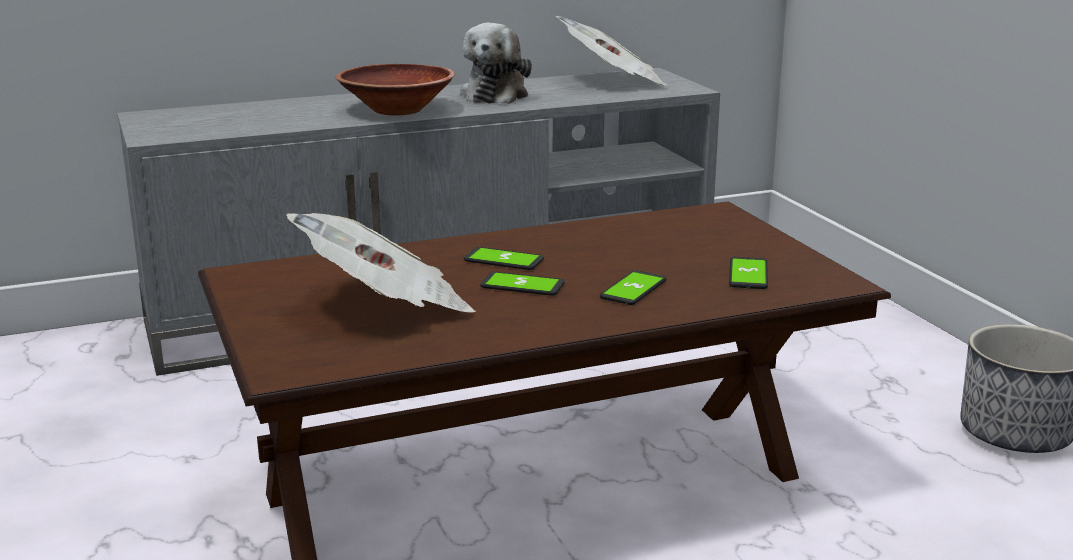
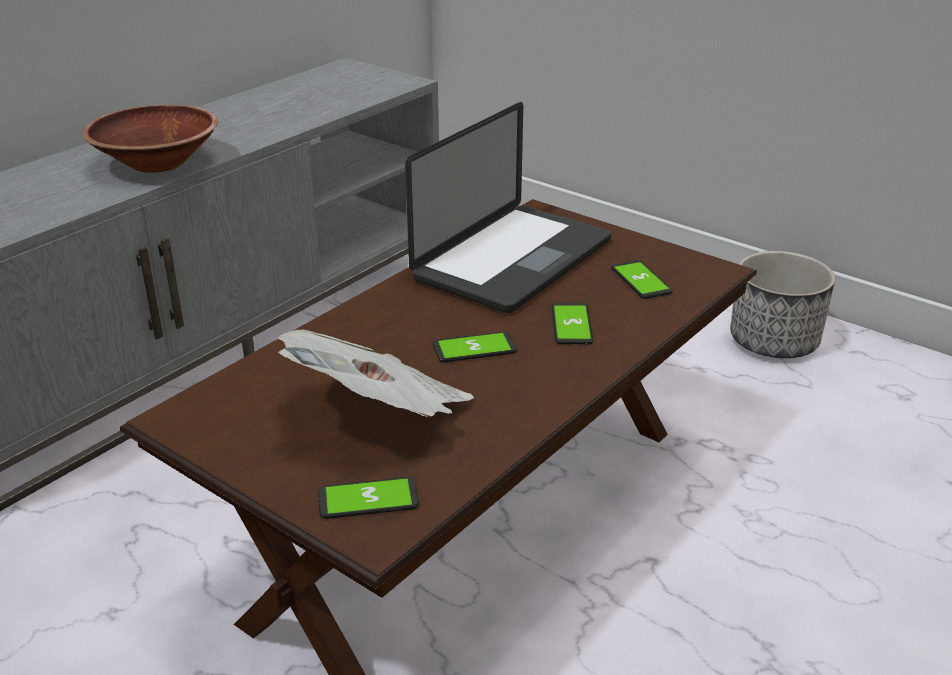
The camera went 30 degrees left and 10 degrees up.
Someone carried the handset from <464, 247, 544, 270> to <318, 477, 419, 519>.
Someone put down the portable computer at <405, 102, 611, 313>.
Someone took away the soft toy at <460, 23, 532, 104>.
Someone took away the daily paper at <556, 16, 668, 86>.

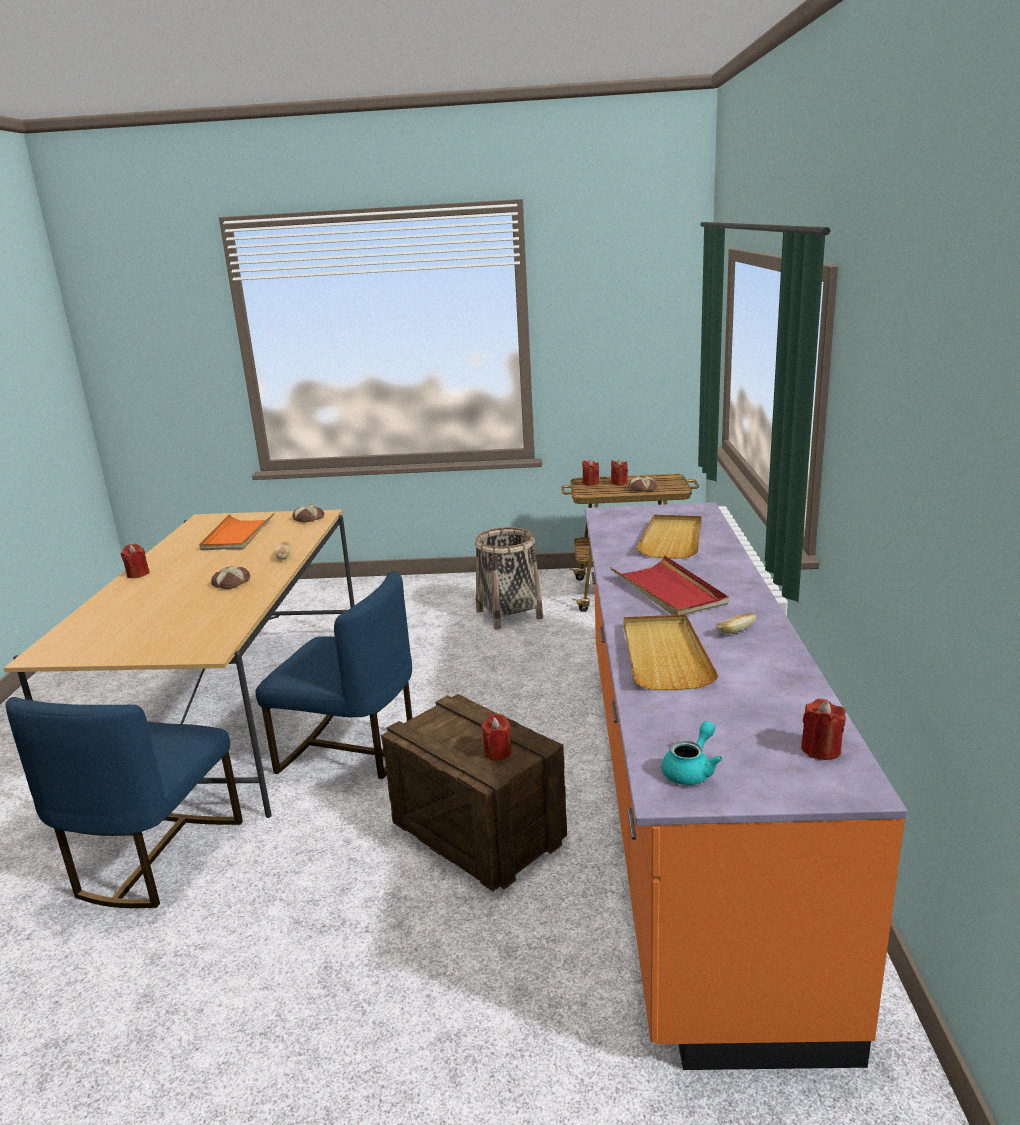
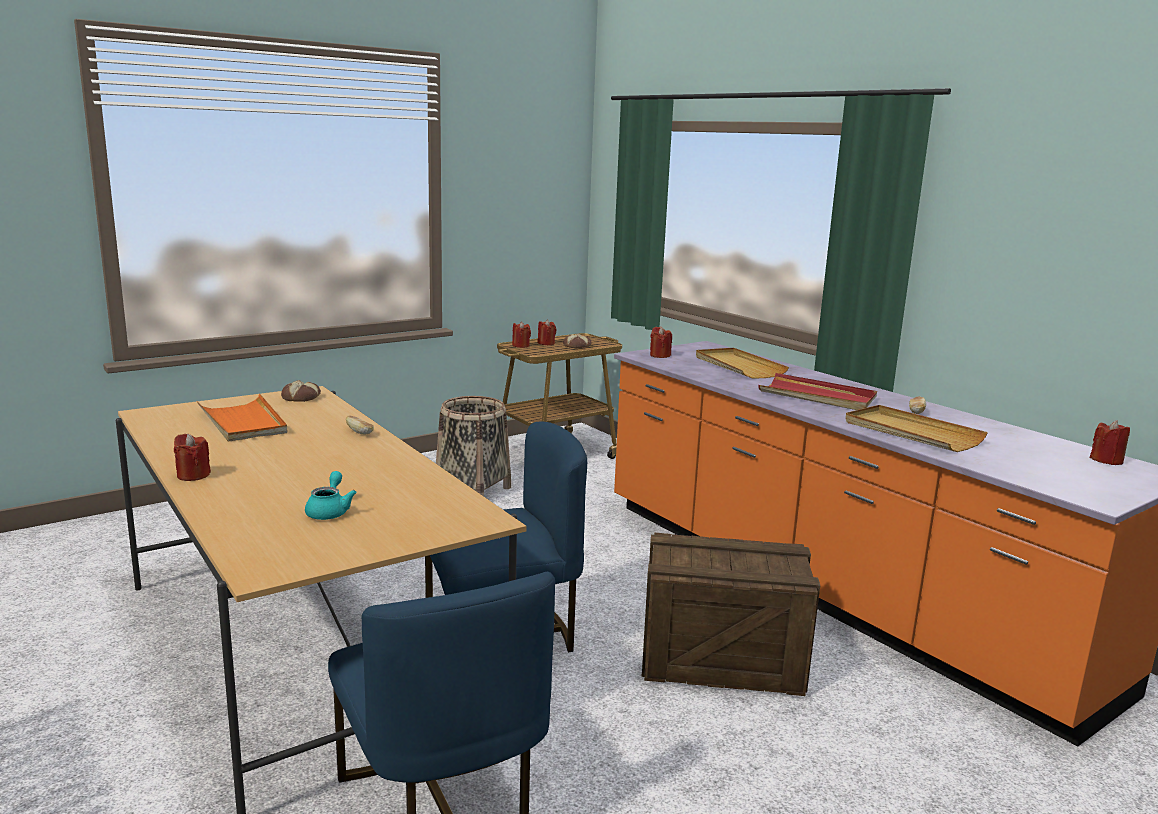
The camera went 40 degrees left and 5 degrees down.
Someone carried the pot for tea (blue-green) from <661, 721, 722, 785> to <305, 471, 356, 520>.
Someone carried the wax candle (red) from <482, 713, 512, 761> to <650, 326, 672, 358>.
Someone took away the bakery bread at <211, 566, 250, 589>.

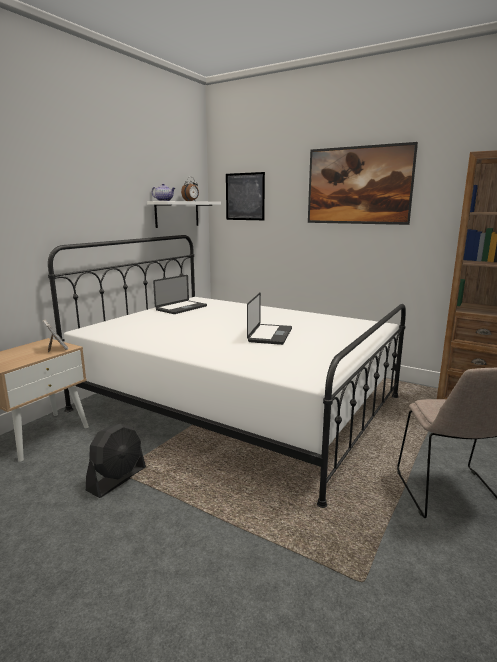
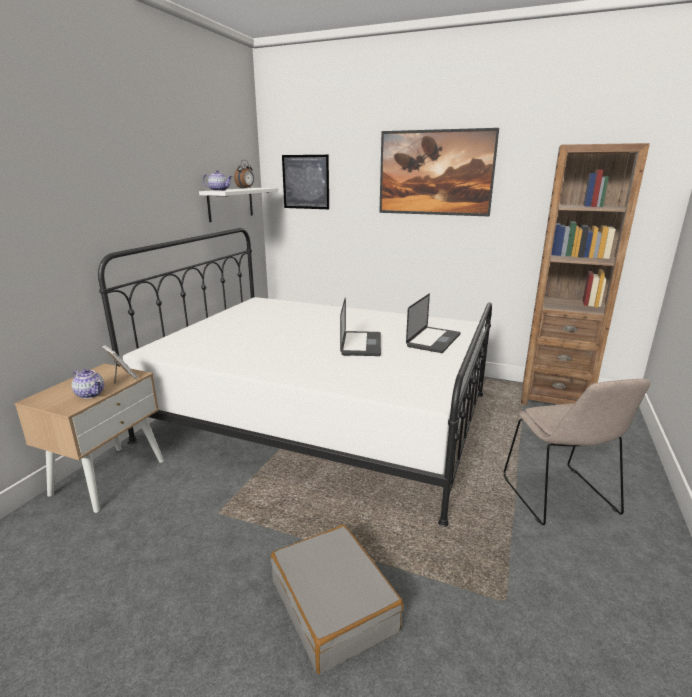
The camera went 10 degrees left and 5 degrees up.
Someone put down the pot for tea at <72, 369, 104, 399>.
Someone put down the travel case (grey) at <271, 525, 403, 674>.
Someone carried the portable computer from <153, 275, 207, 314> to <406, 294, 461, 353>.
Someone took away the electric fan (blackish) at <86, 424, 146, 498>.

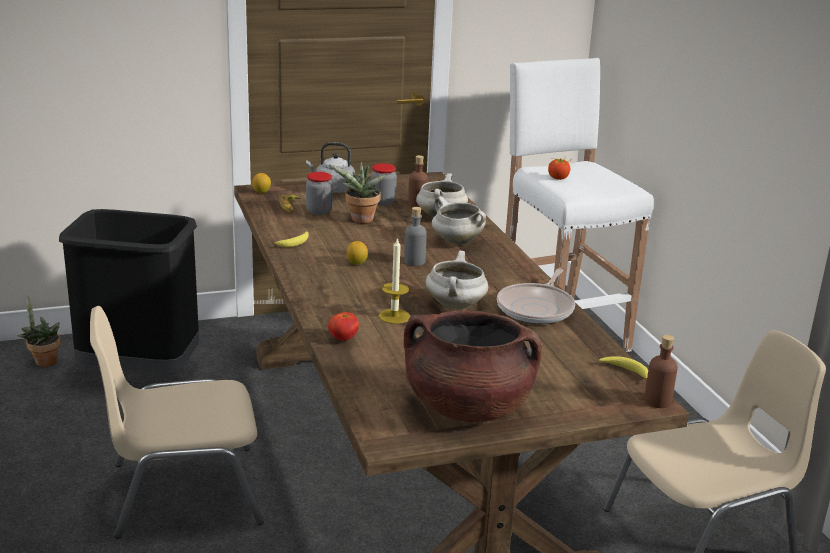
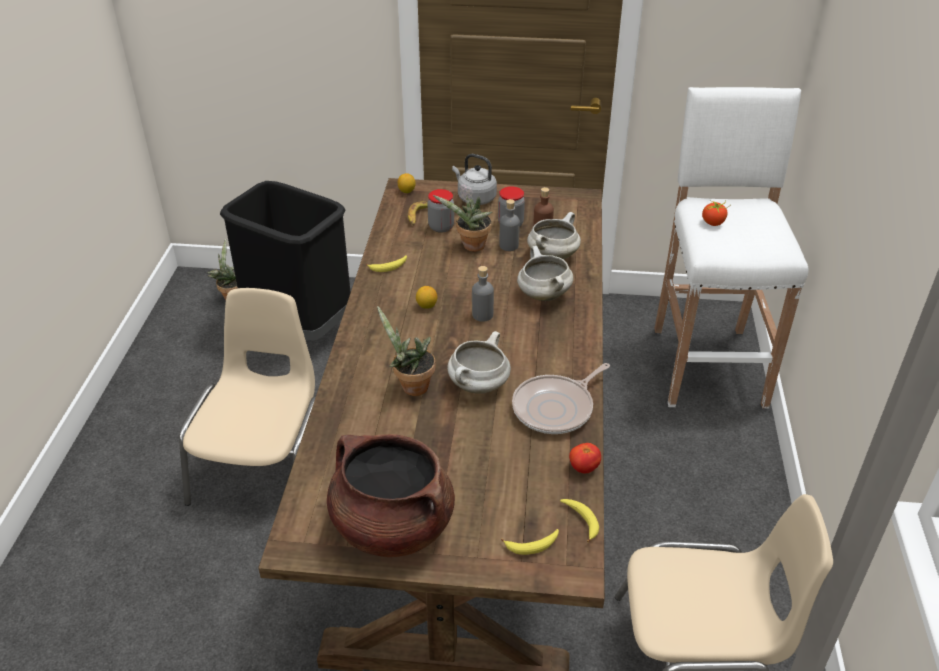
The camera went 25 degrees right and 15 degrees up.
Someone rotated the upright chair (sand-coloured) at <90, 306, 264, 539> by 90 degrees clockwise.
Someone swapped the wax candle at <379, 237, 410, 324> for the potted plant at <377, 306, 435, 396>.
Someone put down the bottle (grey) at <499, 199, 520, 251>.
Someone put down the whole banana at <501, 529, 559, 555>.
Someone carried the fresh tomato from <328, 312, 359, 341> to <569, 443, 601, 474>.
Someone took away the bottle (brown-coloured) at <644, 335, 678, 408>.

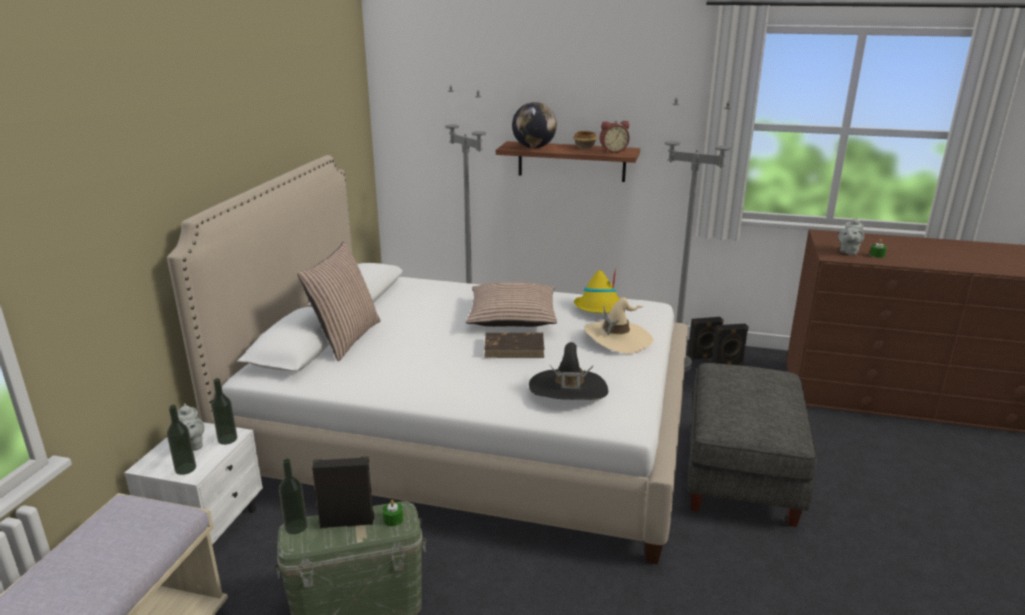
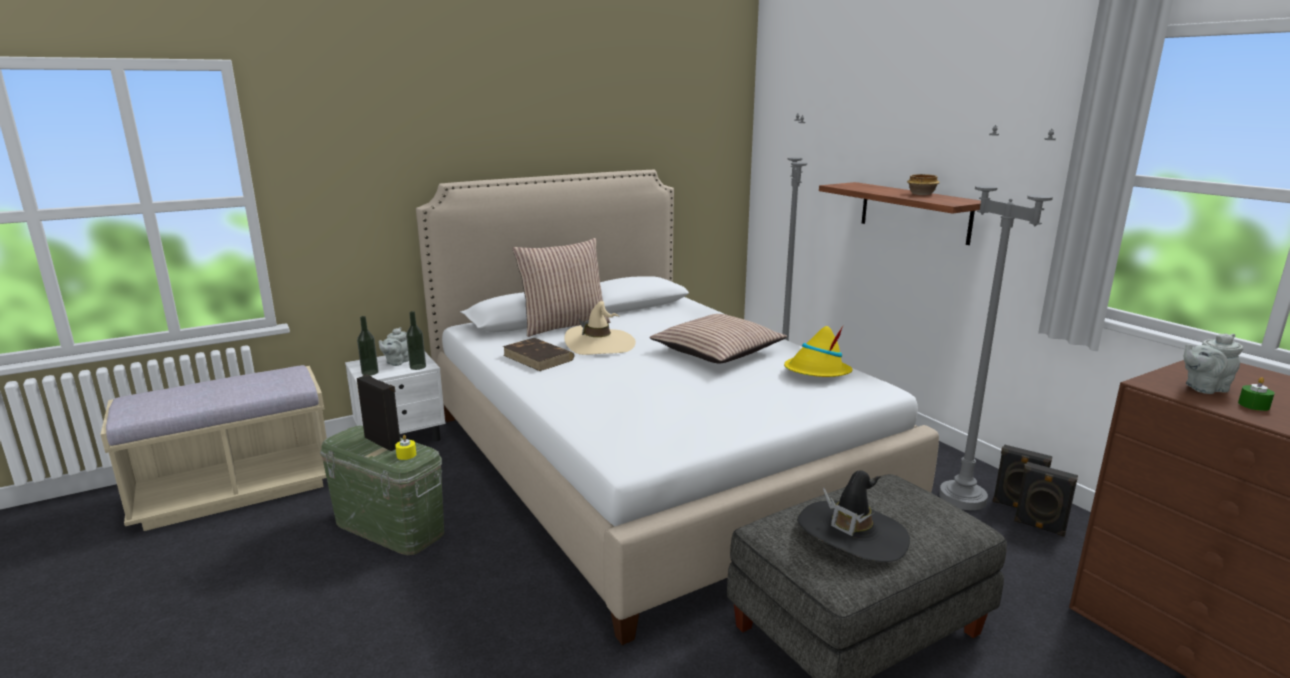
The camera went 45 degrees right and 5 degrees down.
Someone repainted the wax candle (greenish) at <382, 500, 404, 526>, which became the wax candle (yellow-coloured) at <395, 435, 416, 460>.
Someone carried the book (brown-coloured) from <484, 332, 544, 358> to <502, 338, 574, 371>.
Someone carried the wearable hat (sand-coloured) from <584, 297, 653, 354> to <564, 301, 636, 355>.
Someone carried the wearable hat (blackish) from <529, 342, 608, 400> to <797, 470, 910, 562>.
Someone took away the bottle at <279, 459, 307, 534>.
Someone took away the globe at <512, 102, 557, 148>.
Someone took away the table clock at <600, 121, 630, 153>.

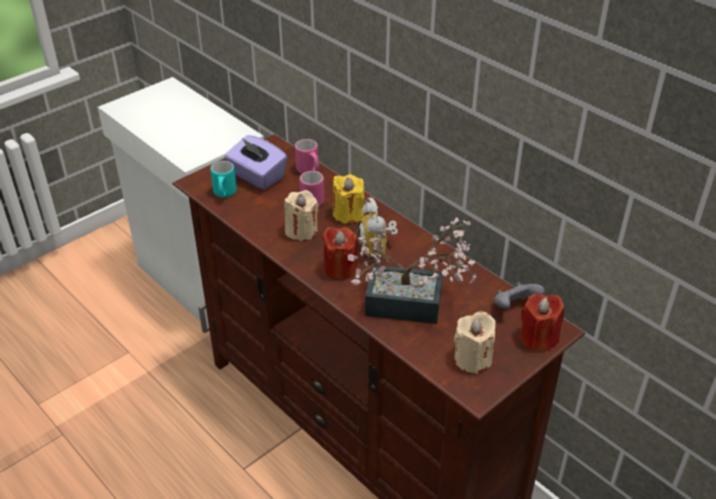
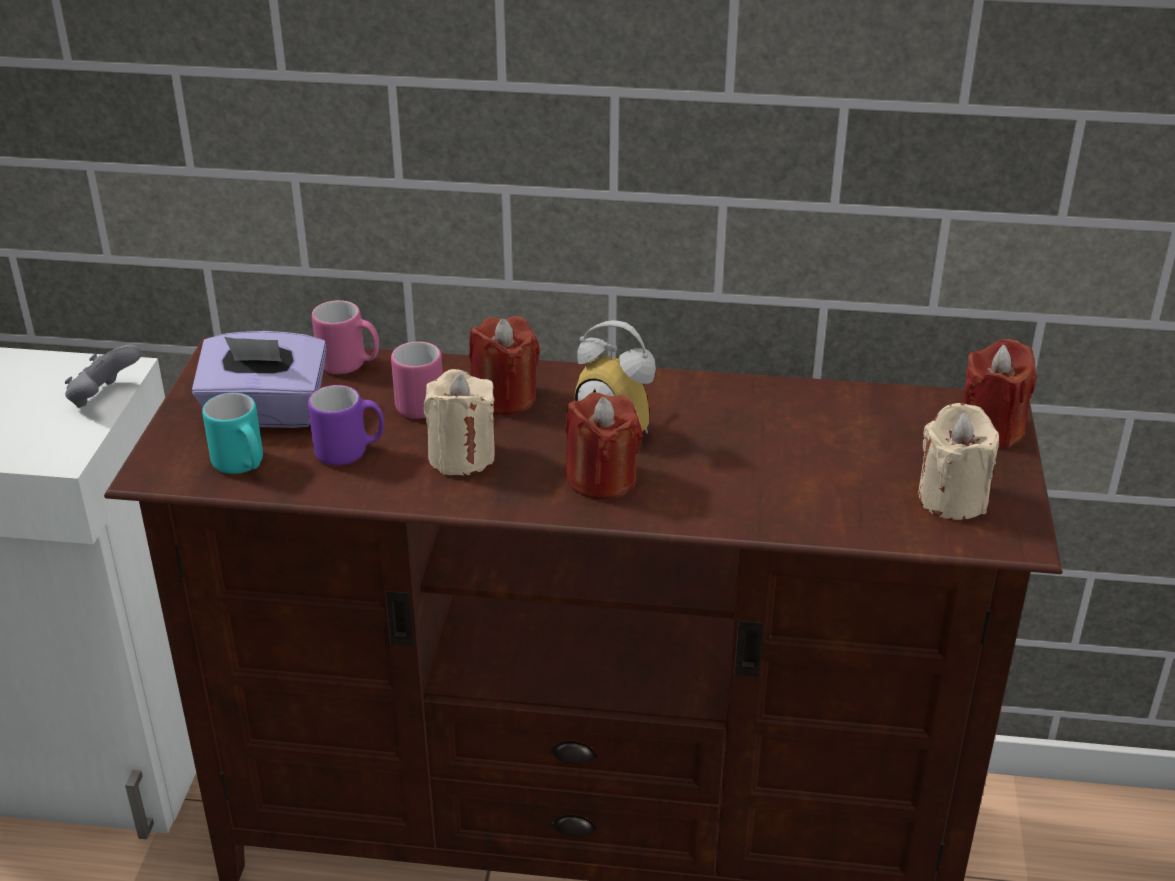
The camera went 40 degrees left and 5 degrees down.
Someone carried the gamepad (grey) from <494, 282, 545, 309> to <65, 345, 141, 408>.
Someone put down the tea mug (purple-coloured) at <308, 385, 384, 466>.
Someone repainted the wax candle (yellow-coloured) at <333, 174, 365, 224>, which became the wax candle (red) at <469, 316, 540, 415>.
Someone took away the potted plant at <348, 217, 476, 324>.

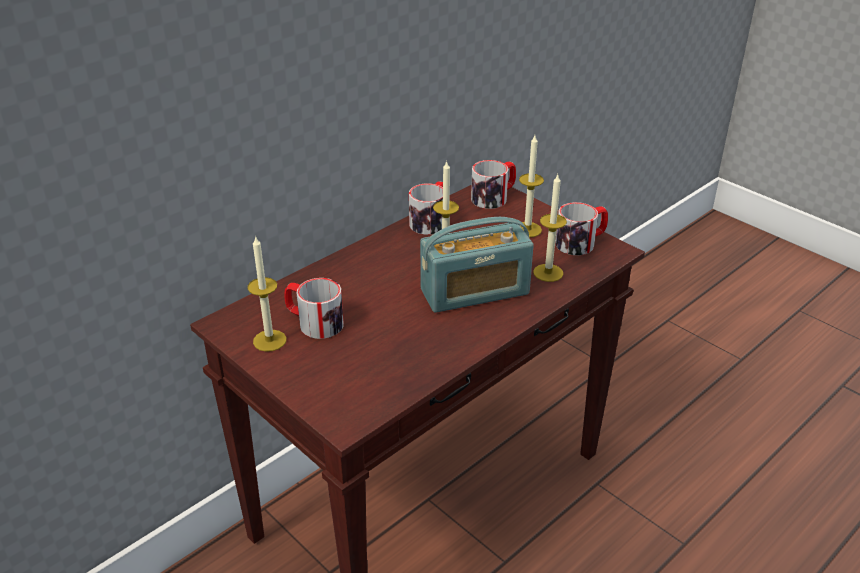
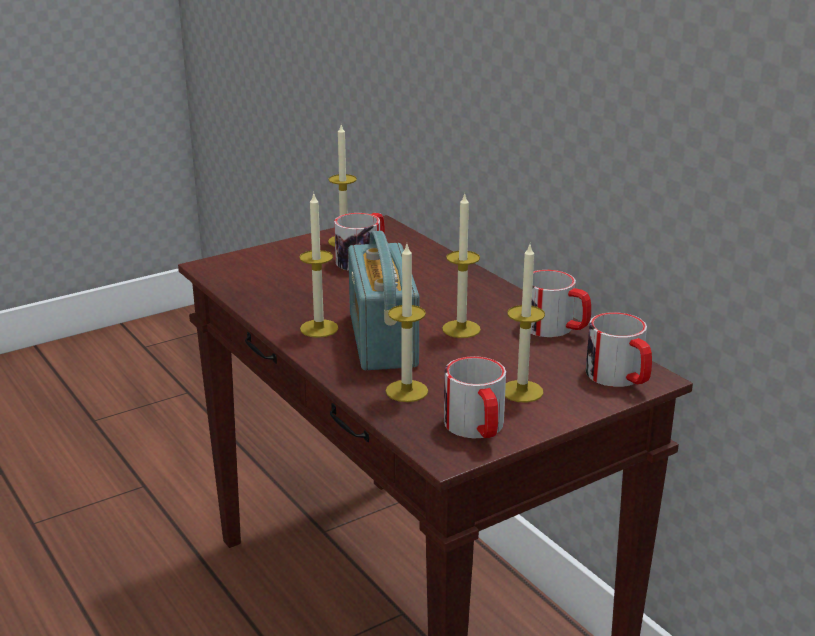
The camera went 100 degrees right and 10 degrees down.
Someone put down the wax candle at <299, 192, 338, 338>.

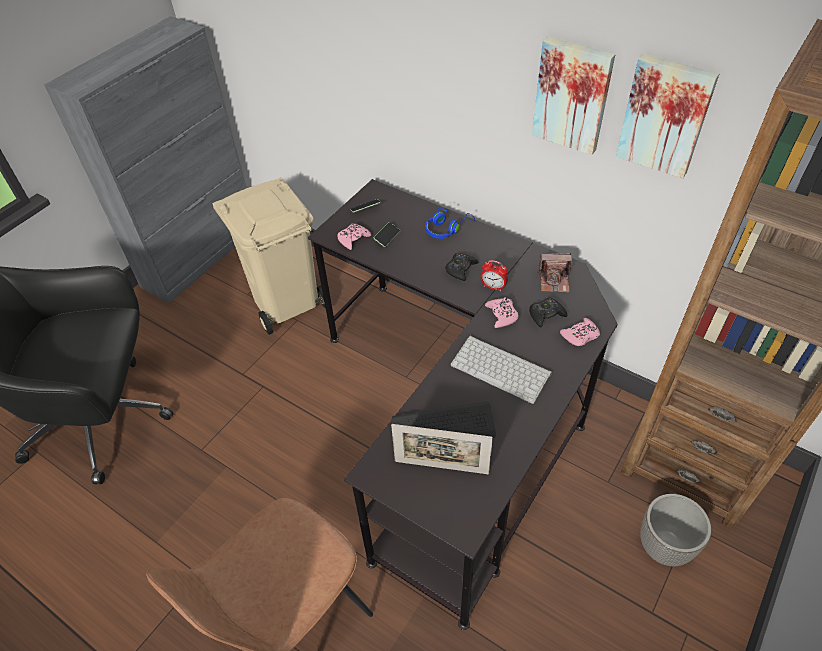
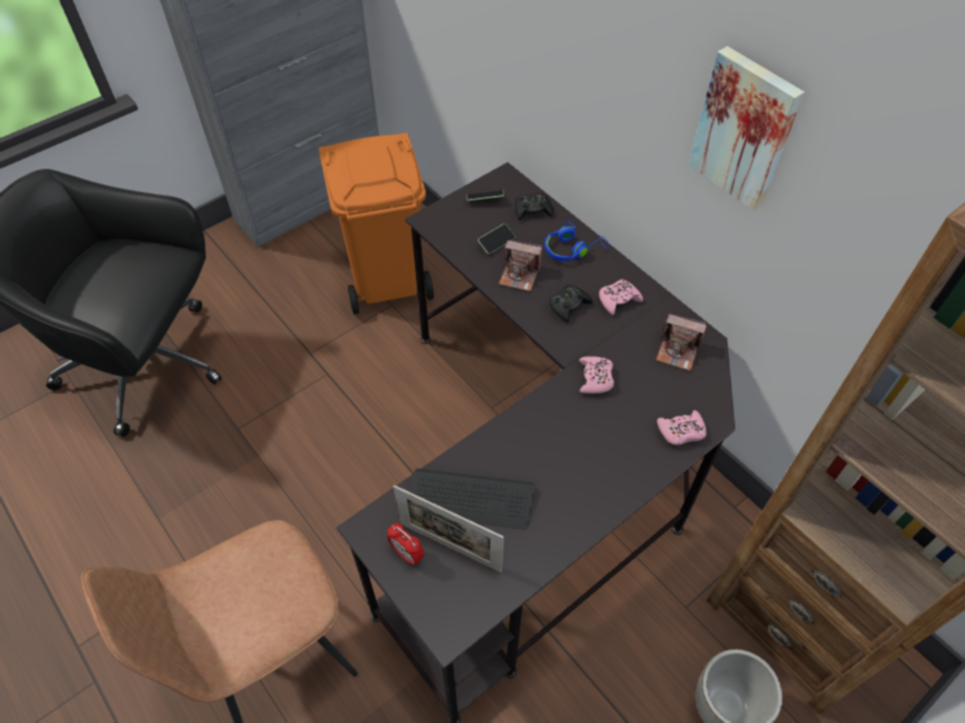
The camera went 15 degrees right and 5 degrees up.
Someone repainted the waste bin (sand-coloured) at <212, 177, 326, 335>, which became the waste bin (orange) at <318, 133, 434, 314>.
Someone carried the table clock from <480, 260, 508, 291> to <387, 523, 424, 565>.
Someone put down the photo camera at <499, 240, 542, 291>.
Someone carried the gamepad (blackish) from <529, 297, 567, 328> to <515, 193, 553, 220>.
Someone carried the gamepad (pink) from <337, 224, 371, 250> to <599, 279, 643, 315>.
Someone took away the keyboard at <451, 335, 552, 404>.
Someone took away the picture at <616, 54, 719, 178>.

